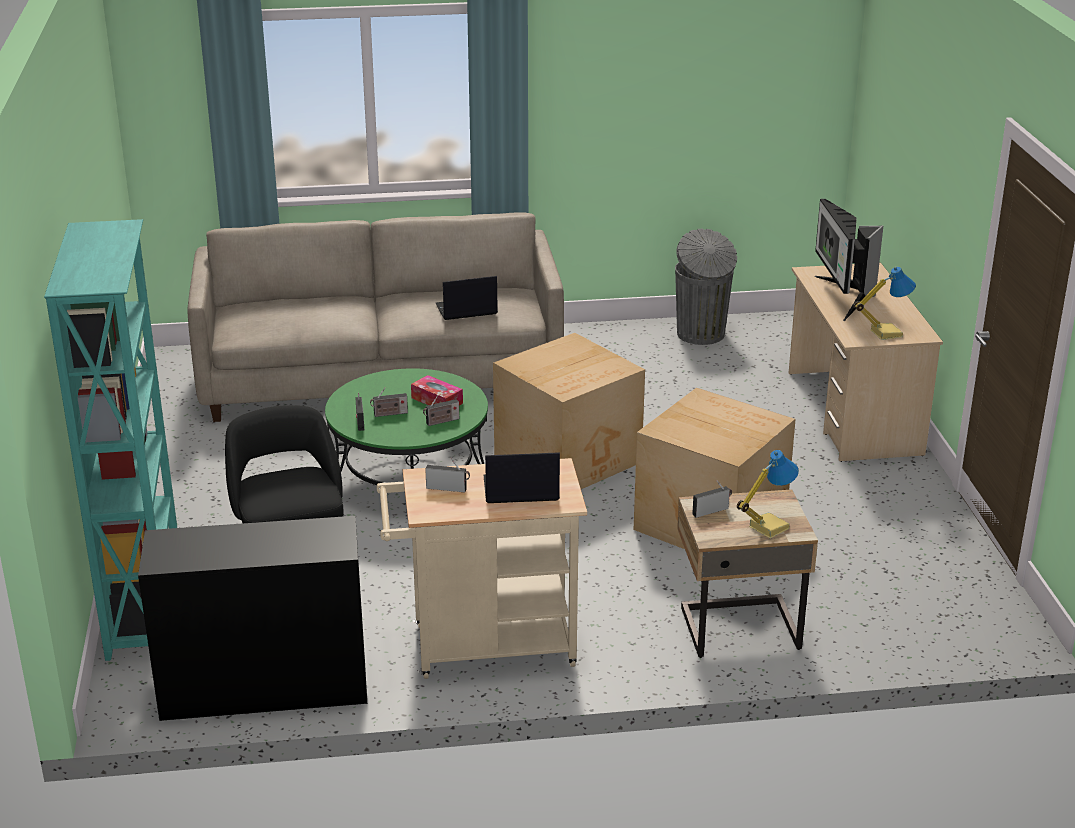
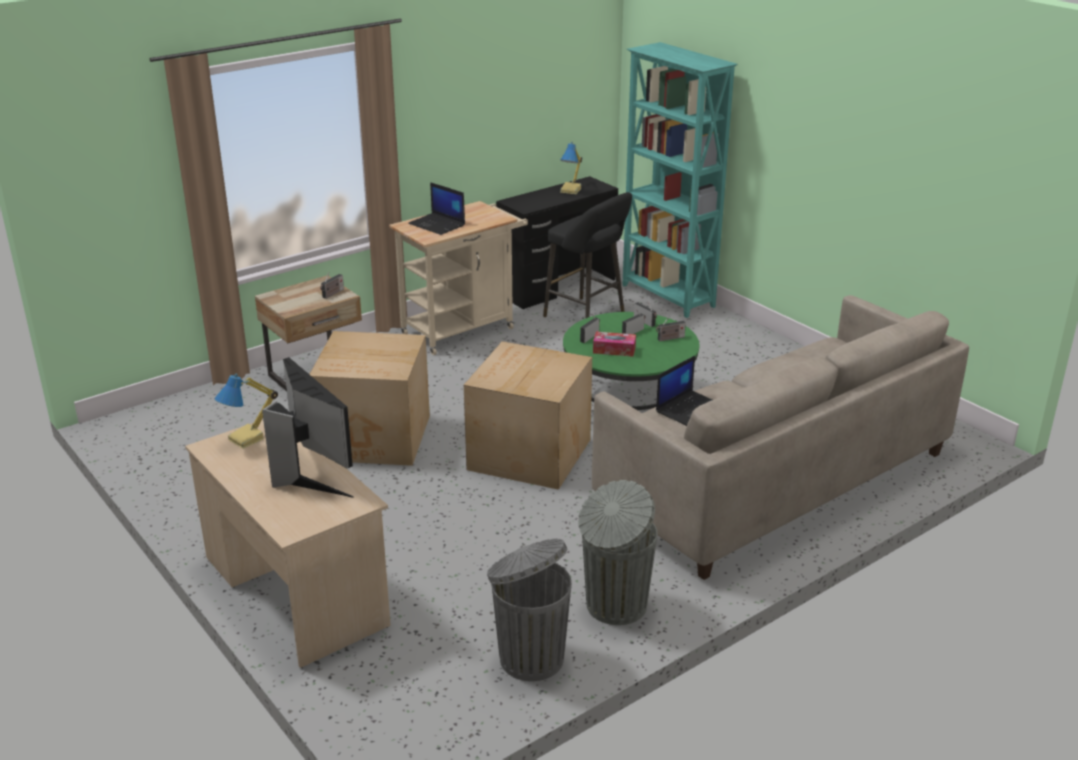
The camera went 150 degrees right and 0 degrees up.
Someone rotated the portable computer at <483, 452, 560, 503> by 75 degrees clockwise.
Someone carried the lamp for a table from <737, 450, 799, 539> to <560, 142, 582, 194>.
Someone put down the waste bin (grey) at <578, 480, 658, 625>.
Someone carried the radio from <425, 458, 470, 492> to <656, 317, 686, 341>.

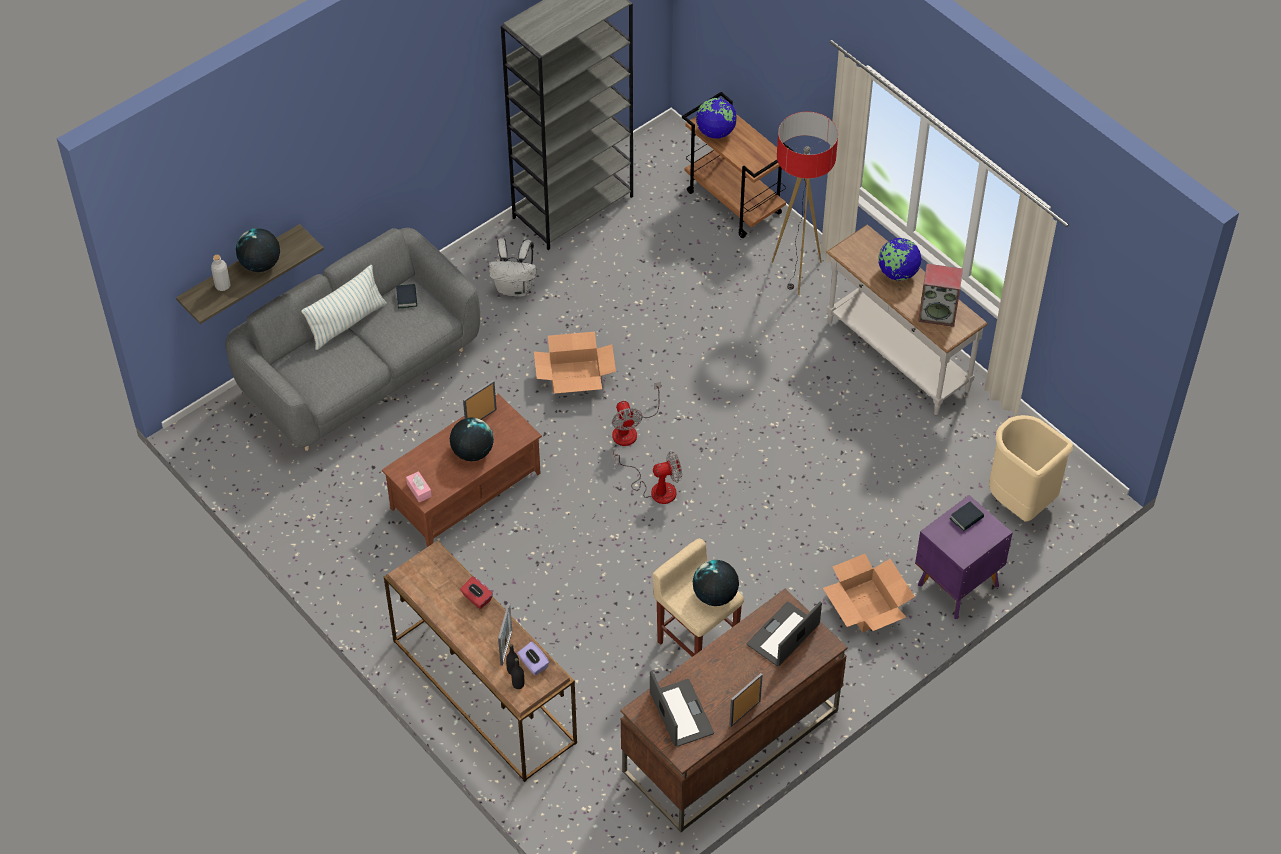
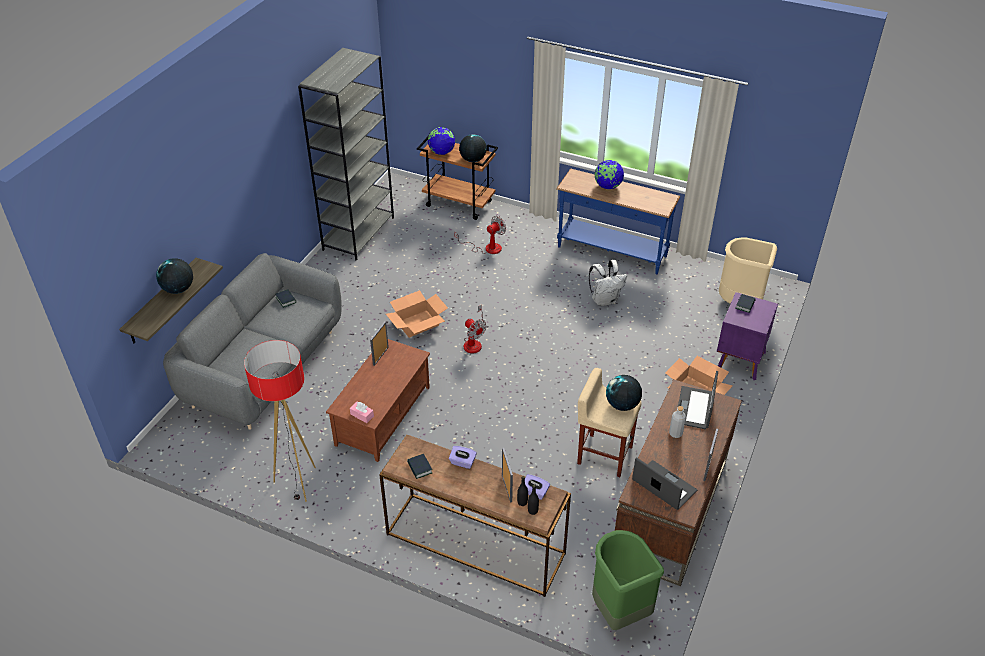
The camera went 25 degrees left and 10 degrees down.
Someone carried the standing lamp from <771, 112, 838, 295> to <244, 340, 316, 502>.
Someone put down the book at <407, 454, 432, 479>.
Someone repainted the box of tissues (red) at <460, 576, 493, 609>, which became the box of tissues (purple-coloured) at <449, 446, 477, 469>.
Someone carried the electric fan from <613, 449, 682, 504> to <454, 216, 506, 254>.
Someone carried the globe from <450, 417, 494, 461> to <459, 134, 487, 162>.
Someone repainted the console table (whitish) at <826, 225, 988, 415>, which became the console table (blue-coloured) at <556, 169, 680, 274>.
Someone carried the rucksack (whitish) from <489, 238, 536, 297> to <589, 260, 627, 306>.
Someone put down the waste bin (greenish) at <592, 530, 664, 630>.
Someone carried the bottle (grey) from <211, 255, 230, 291> to <669, 406, 686, 438>.
Someone took away the cushion at <301, 265, 387, 350>.
Someone took away the speaker at <918, 264, 963, 327>.

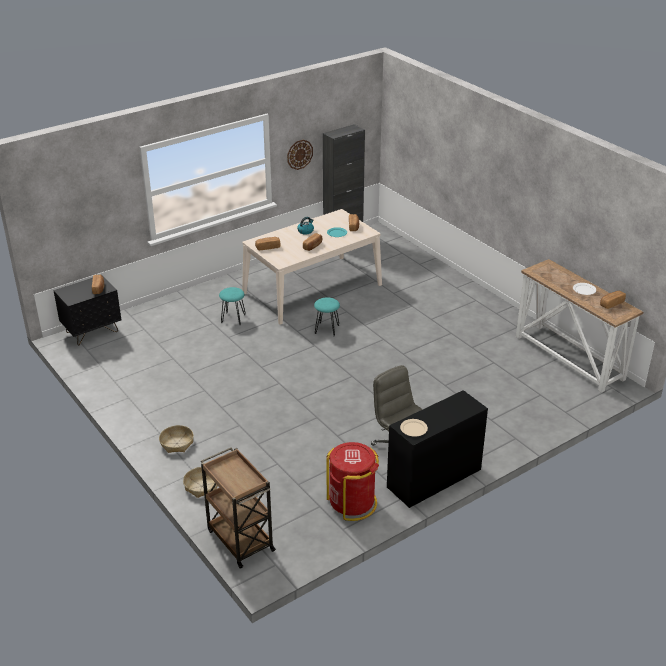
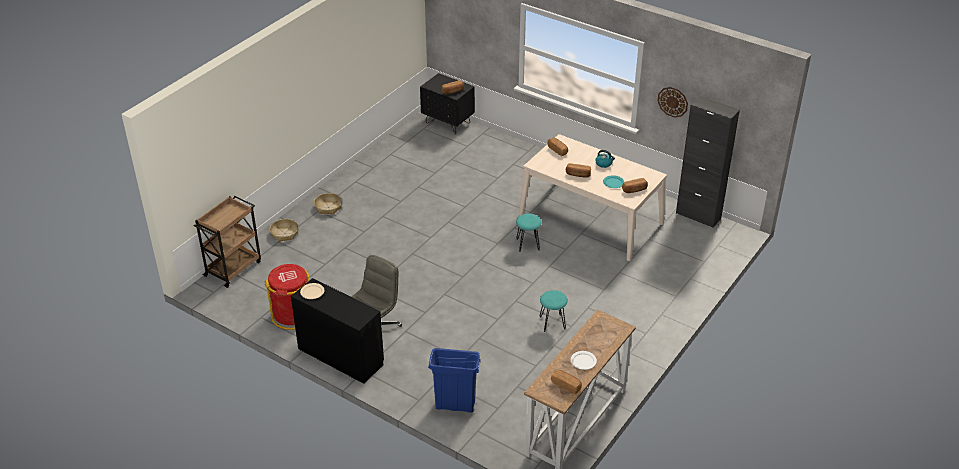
The camera went 70 degrees right and 5 degrees up.
Someone put down the waste bin (blue-coloured) at <428, 348, 481, 413>.
Someone carried the sitting stool (blue-green) from <219, 287, 246, 325> to <540, 290, 568, 332>.

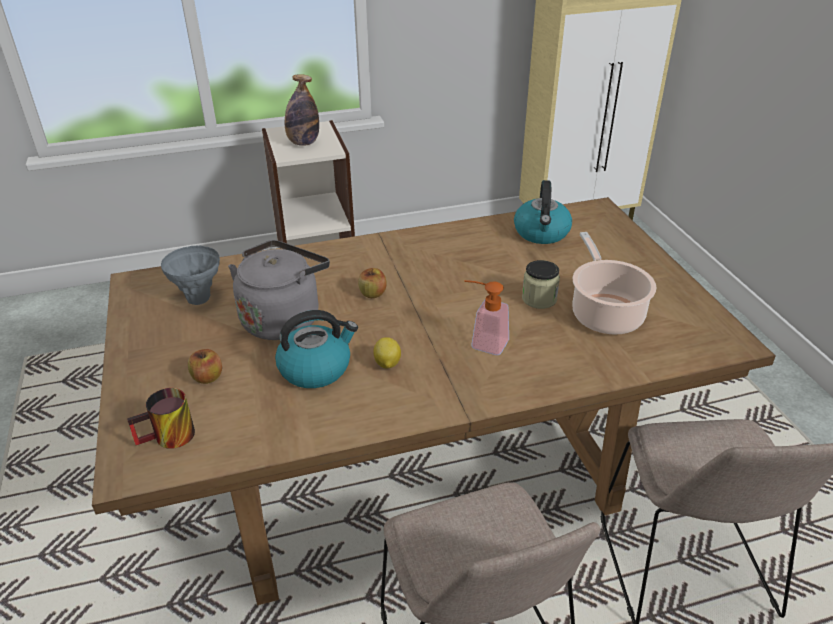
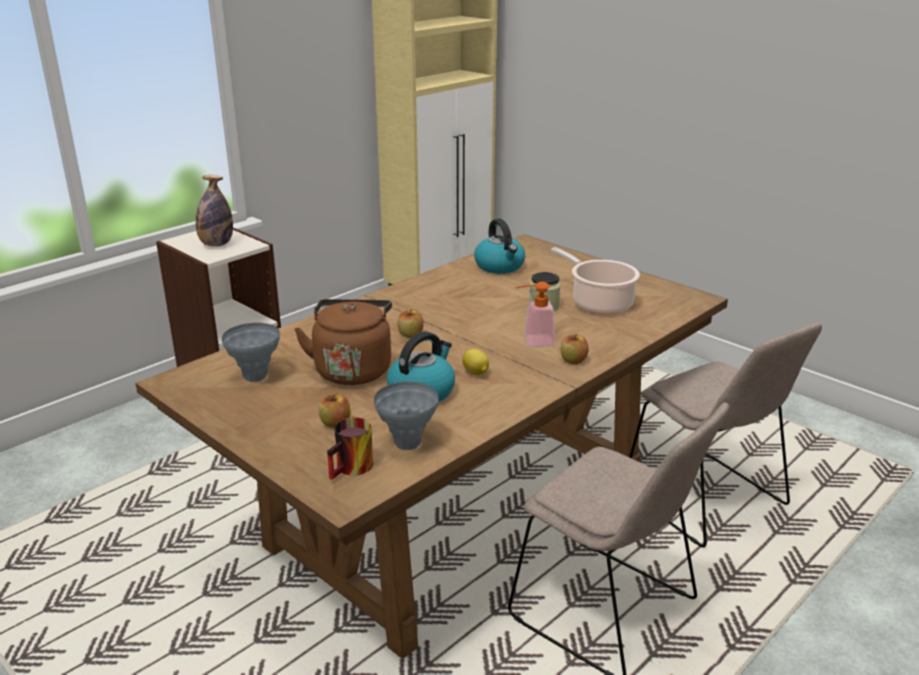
The camera went 30 degrees left and 10 degrees down.
Someone repainted the water kettle (grey) at <228, 240, 330, 340>, which became the water kettle (brown-coloured) at <294, 299, 392, 385>.
Someone put down the vase (grey) at <374, 382, 439, 450>.
Someone put down the whole apple at <561, 334, 589, 364>.

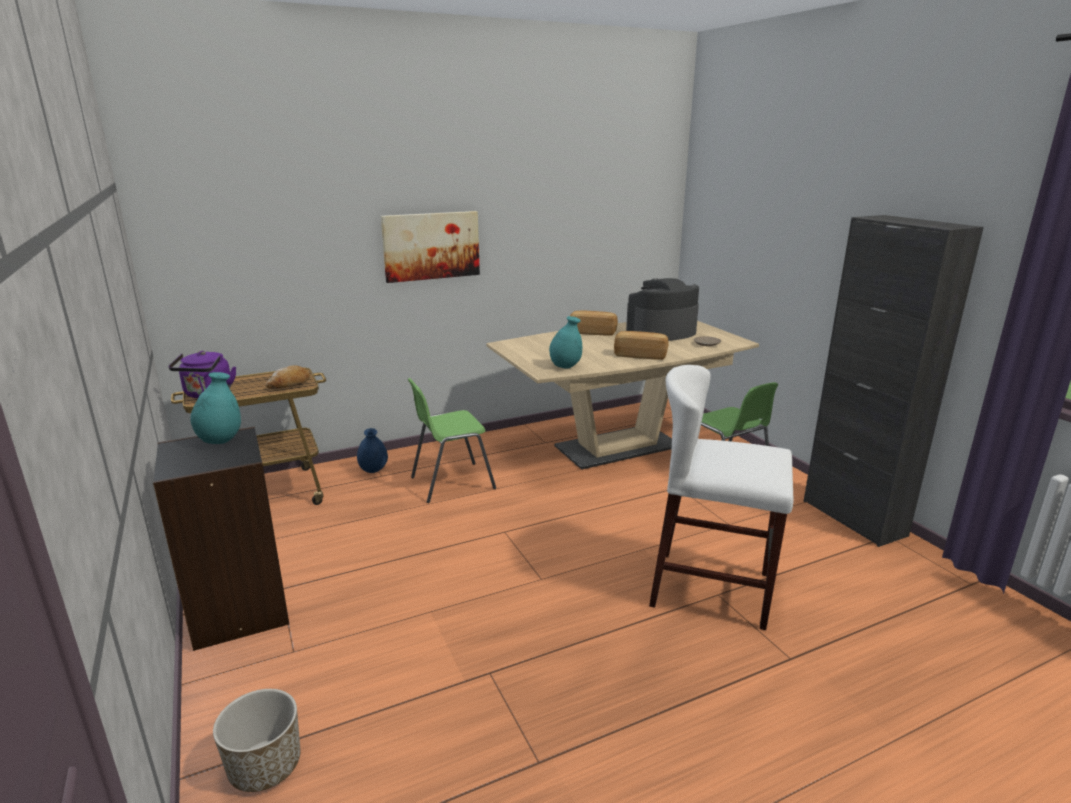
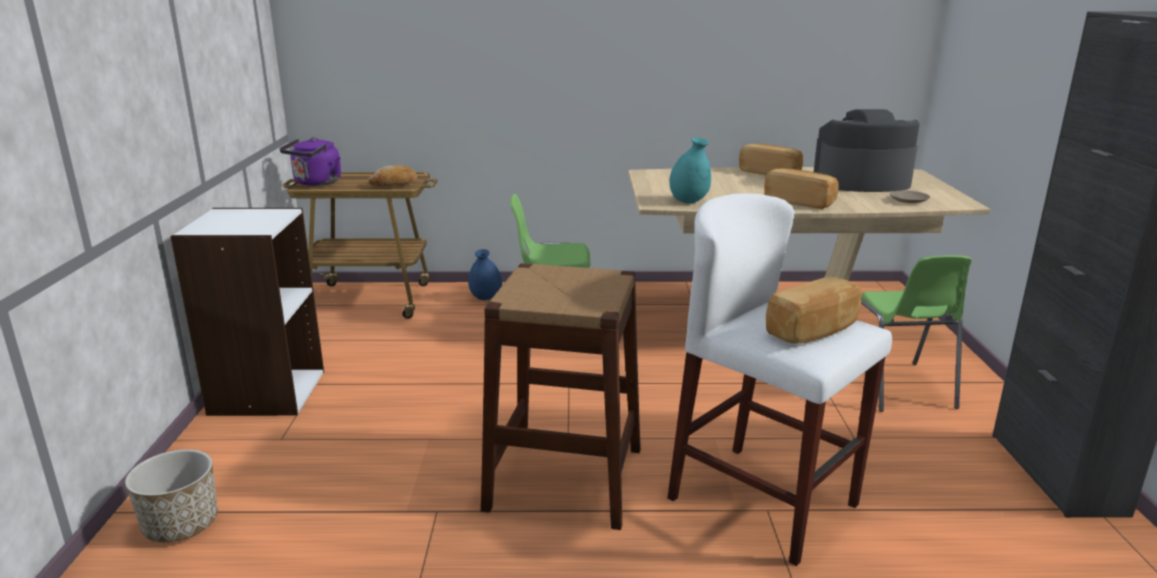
The camera went 25 degrees right and 0 degrees up.
Someone repainted the bookshelf (blackish) at <153, 427, 289, 651>, which became the bookshelf (whitish) at <170, 208, 324, 416>.
Someone put down the sitting stool (brown-coloured) at <481, 264, 641, 530>.
Someone put down the bakery bread at <766, 276, 862, 344>.
Someone took away the vase (blue-green) at <190, 372, 241, 444>.
Someone took away the picture at <381, 211, 480, 283>.

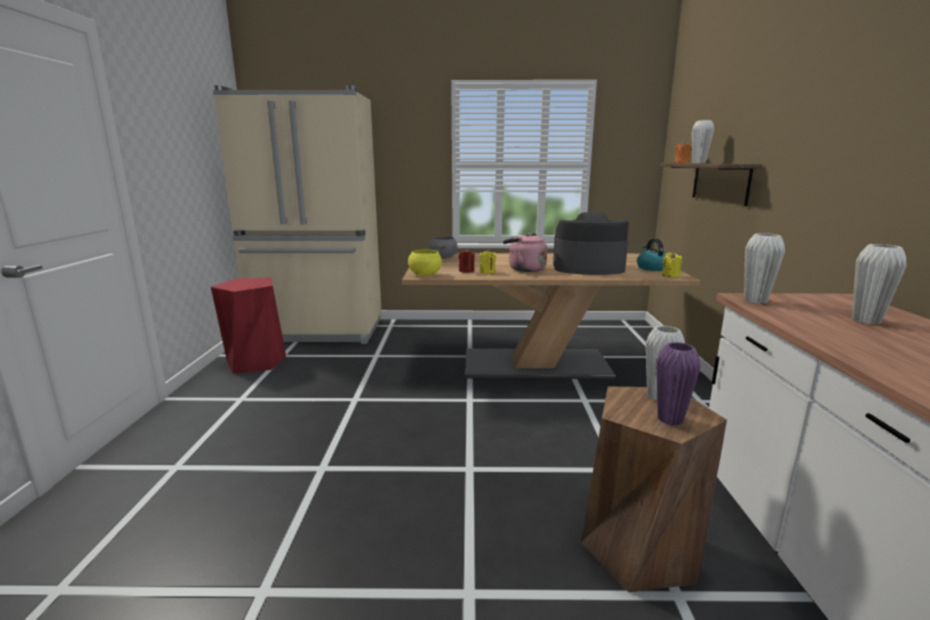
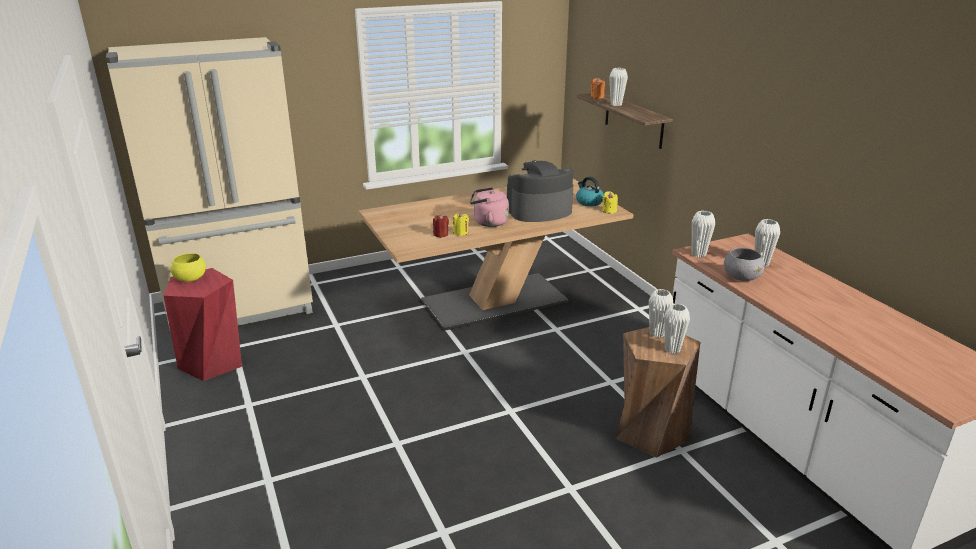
The camera went 25 degrees left and 10 degrees up.
Someone carried the serving bowl (yellow-coloured) from <408, 249, 442, 276> to <170, 253, 206, 282>.
Someone repainted the vase (purple-coloured) at <656, 342, 701, 426>, which became the vase (whitish) at <664, 304, 690, 354>.
Someone carried the serving bowl (grey) from <429, 236, 458, 259> to <724, 248, 765, 281>.

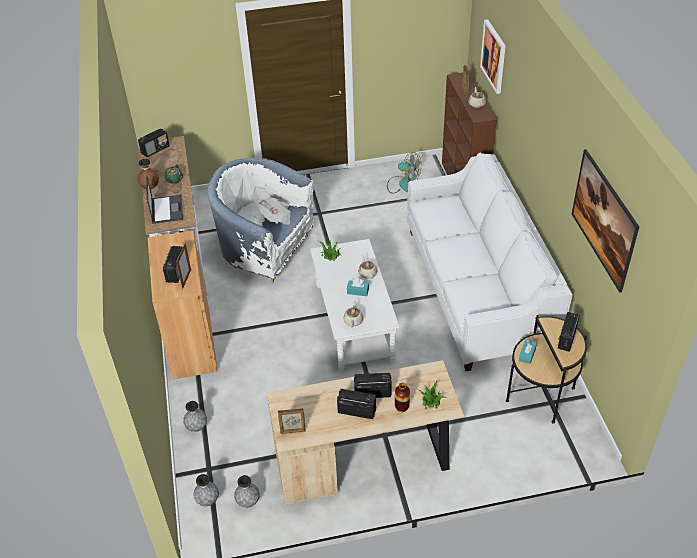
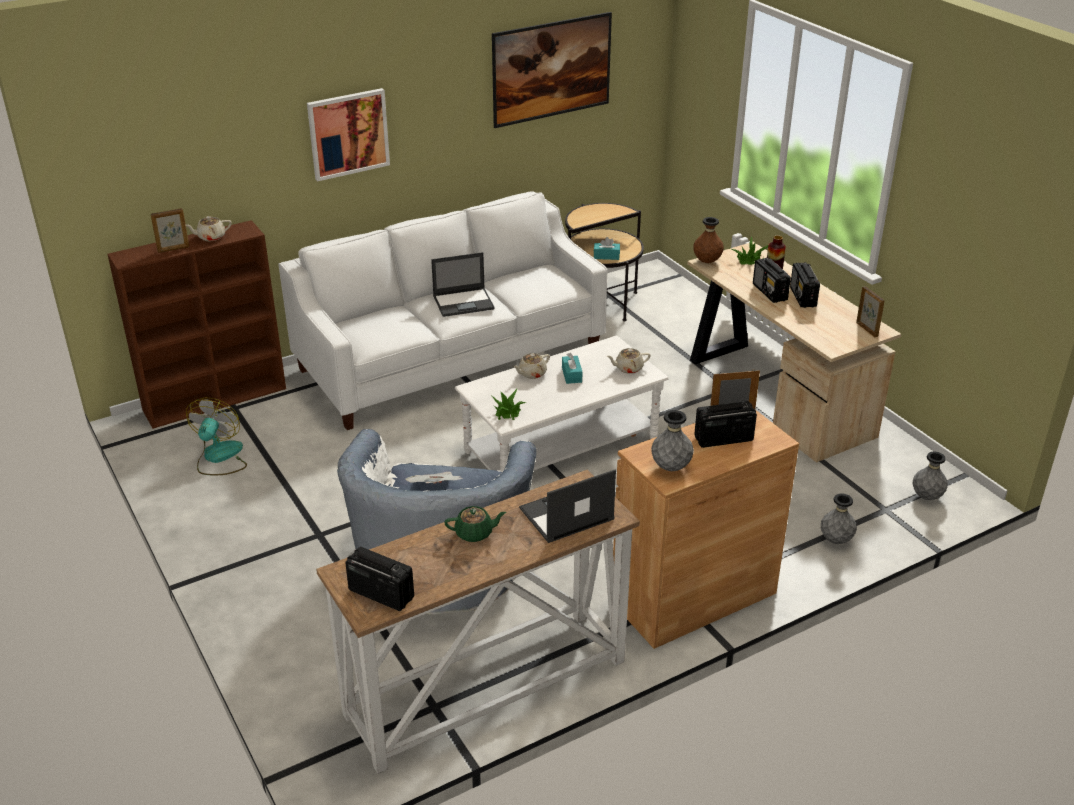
The camera went 110 degrees left and 10 degrees down.
Someone carried the picture from <480, 19, 506, 94> to <307, 88, 390, 181>.
Someone put down the portable computer at <431, 252, 495, 317>.
Someone carried the vase (grey) from <234, 475, 260, 508> to <651, 410, 694, 471>.
Someone carried the vase (brown-coloured) from <137, 159, 159, 189> to <693, 217, 724, 263>.
Someone took away the radio at <557, 312, 580, 352>.

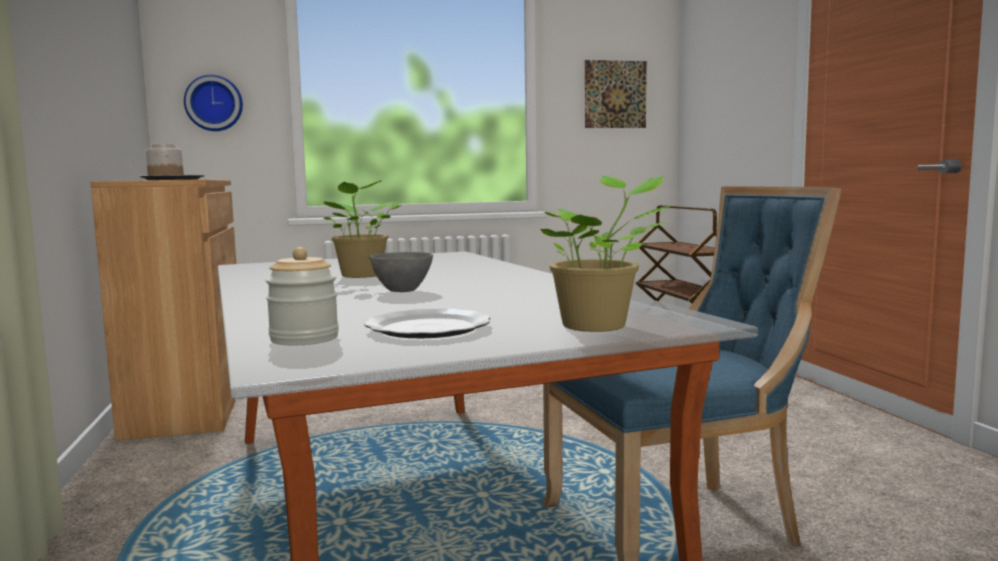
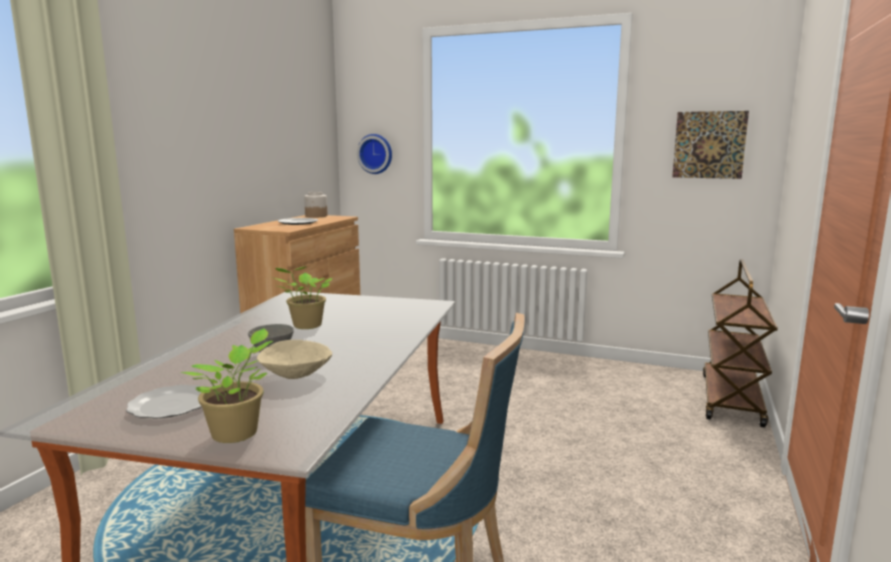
The camera went 35 degrees right and 5 degrees up.
Someone put down the serving bowl (sand-coloured) at <257, 340, 332, 379>.
Someone took away the jar at <265, 247, 339, 346>.

